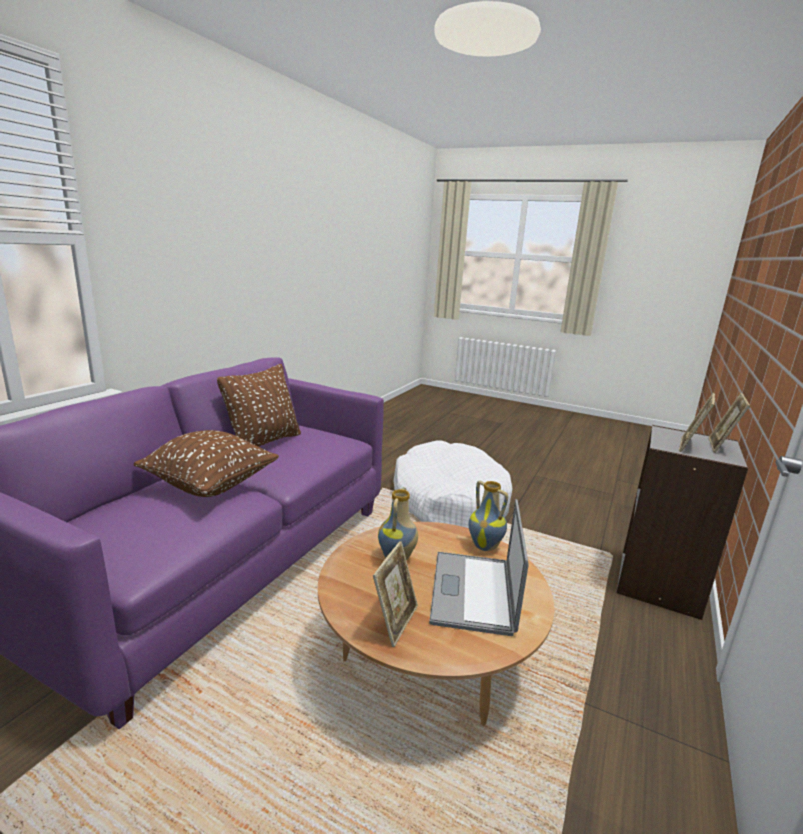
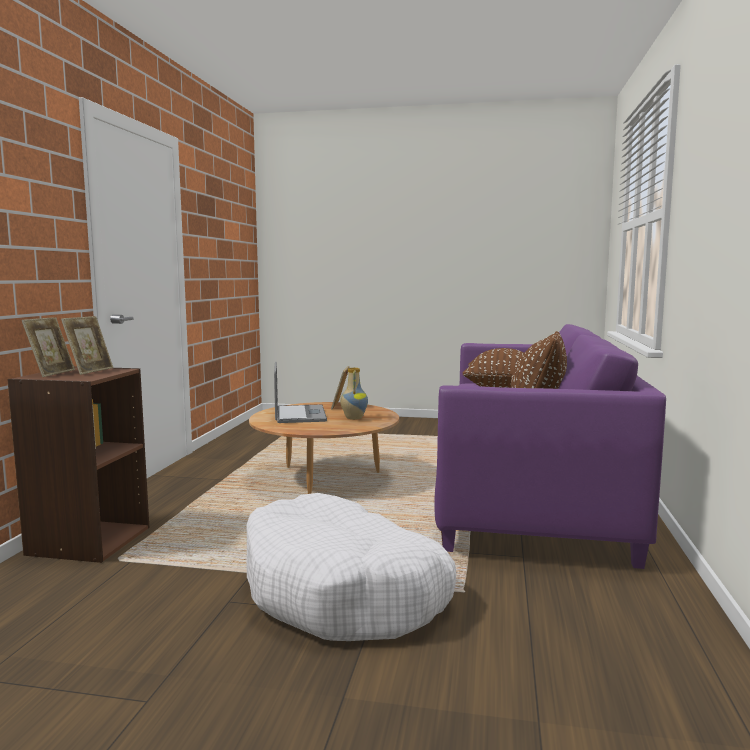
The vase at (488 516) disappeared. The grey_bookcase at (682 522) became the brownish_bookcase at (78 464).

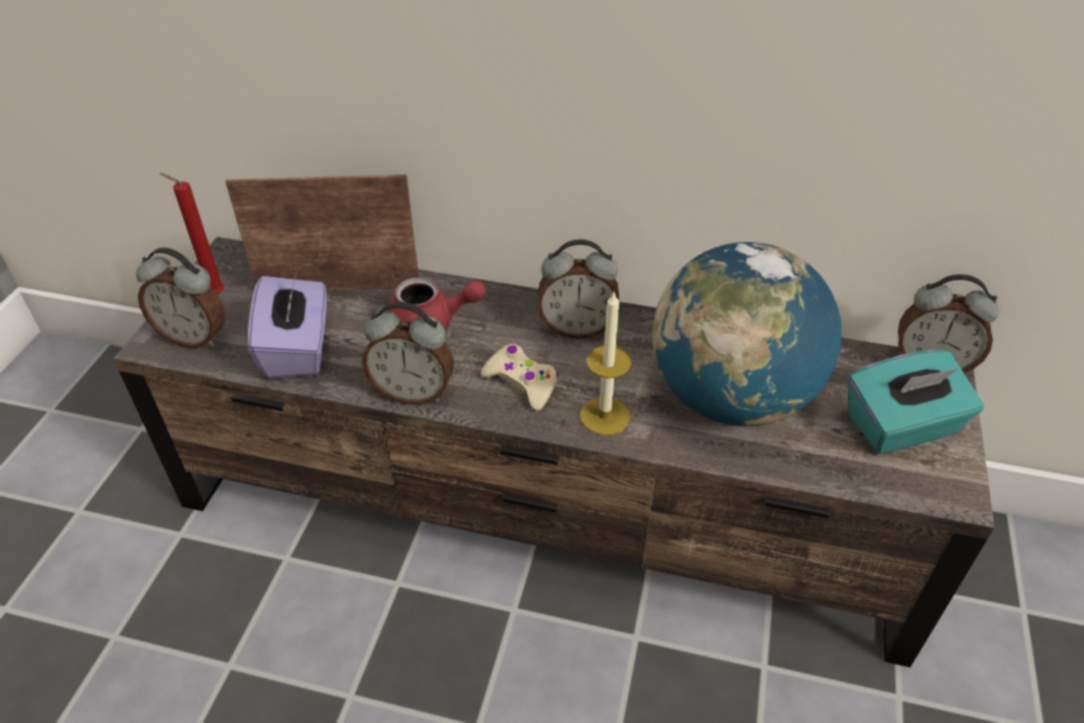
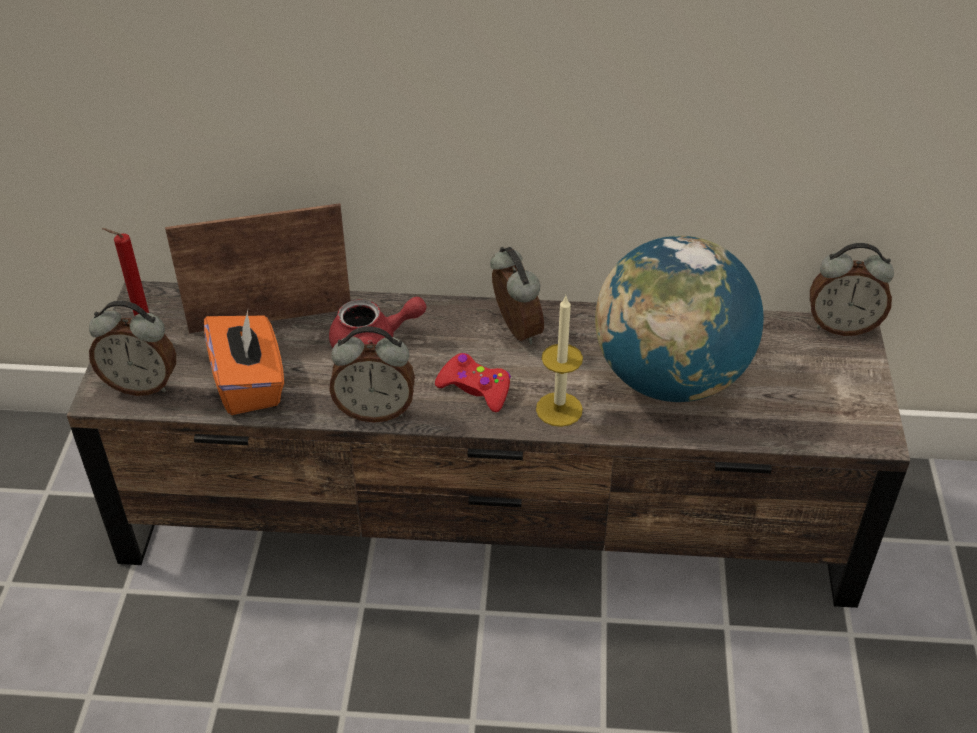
The turquoise_tissue_box at (916 402) disappeared. The purple_tissue_box at (287 326) became the orangey_tissue_box at (244 362). The sand-coloured_joypad at (520 377) became the red_joypad at (473 382). The table_clock at (578 289) turned 105 degrees counterclockwise.

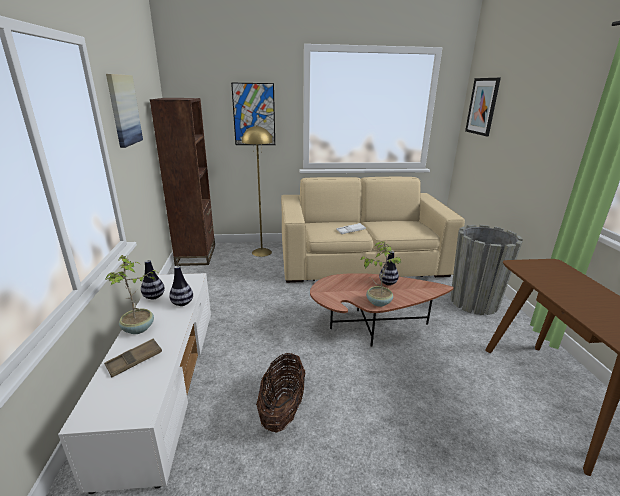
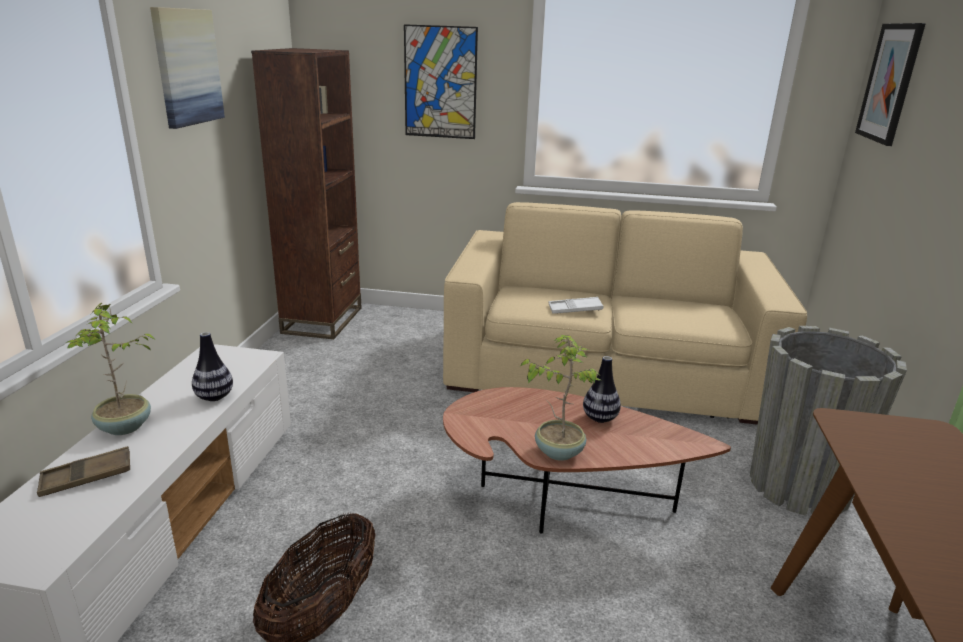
The vase at (153 280) disappeared. The yellow-coloured_standing_lamp at (257 191) disappeared.

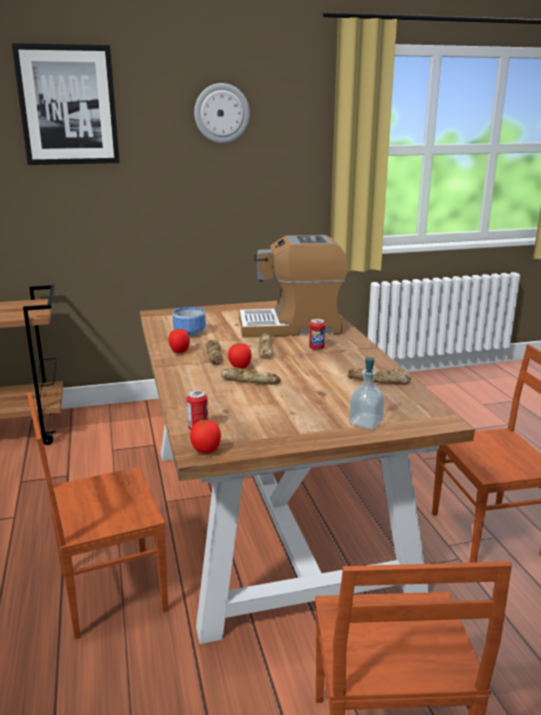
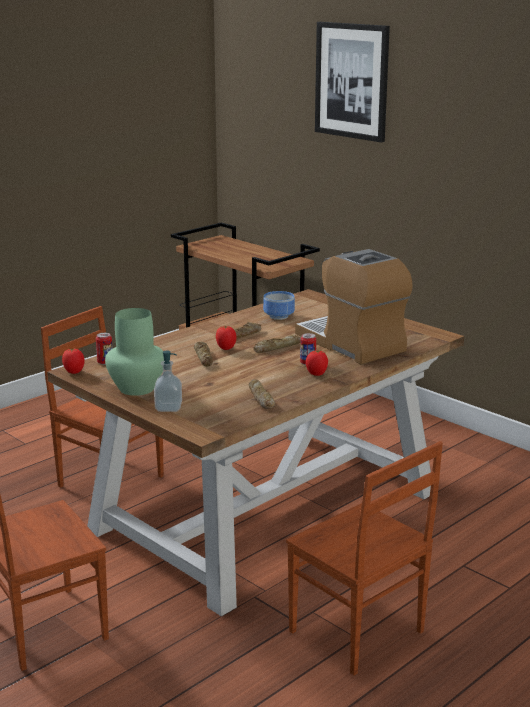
The hanging_clock at (222 113) disappeared. The green_vase at (134 352) appeared. The fresh_tomato moved from (179 341) to (317 363).

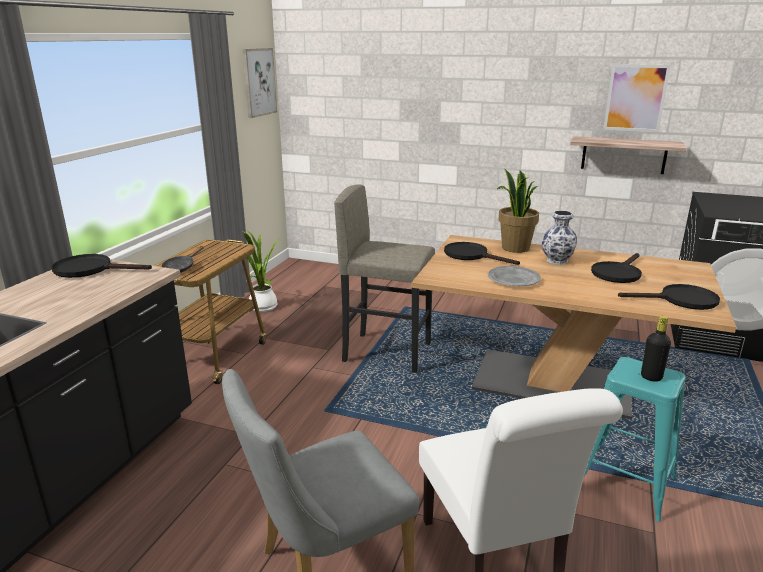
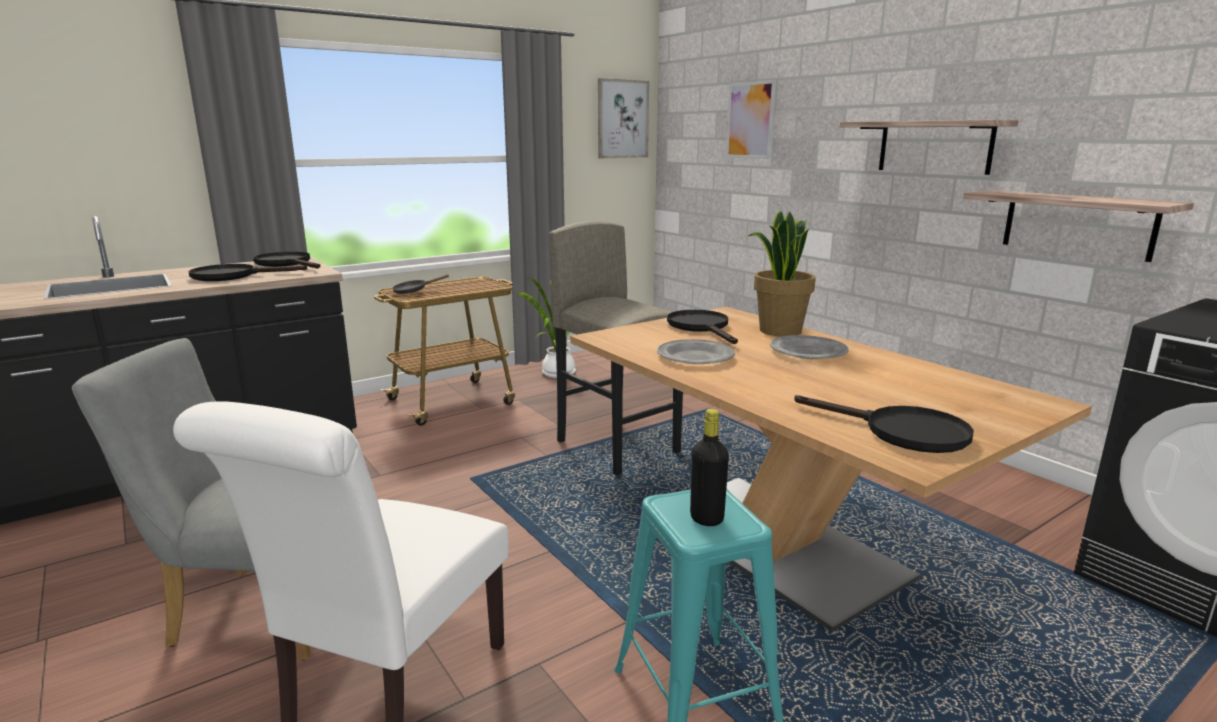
The bracket_shelf at (929 147) appeared. The blackish_pan moved from (616 268) to (248 272). The picture moved from (637 98) to (751 119). The vase at (559 237) was replaced by the grey_plate at (809 347).

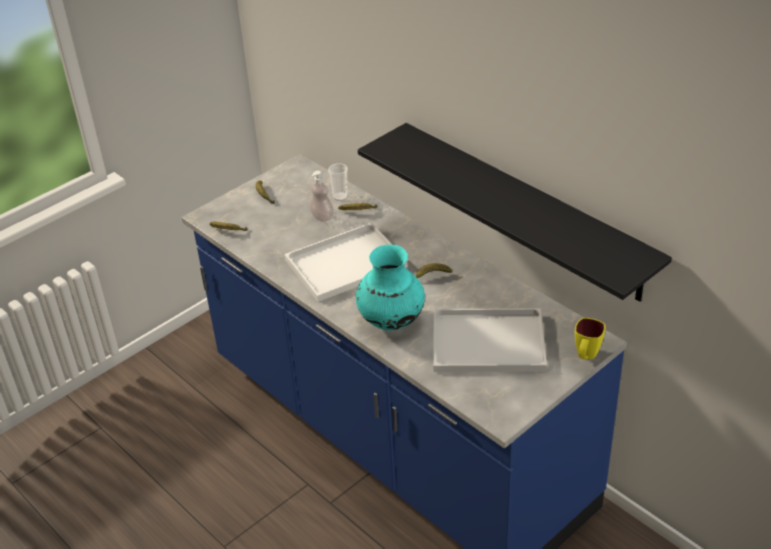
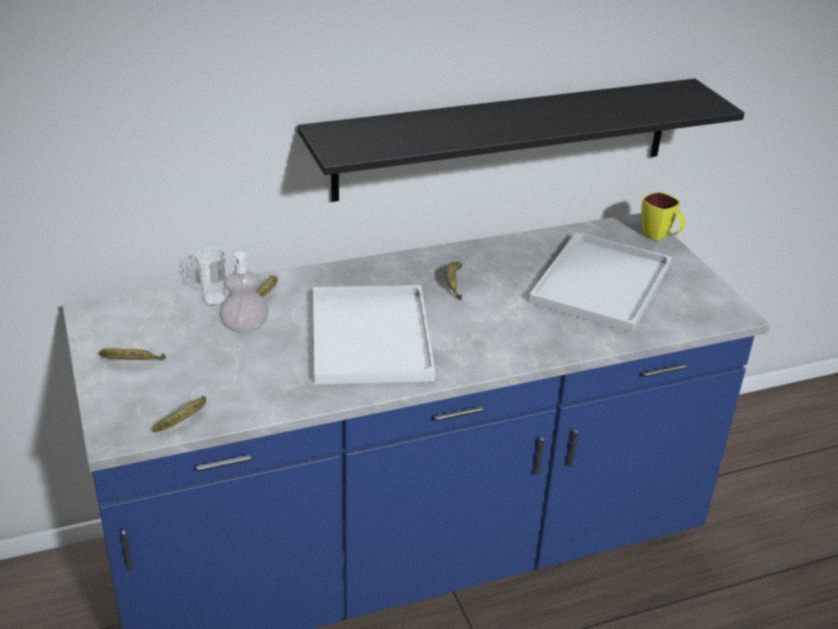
The turquoise_vase at (390 288) disappeared.

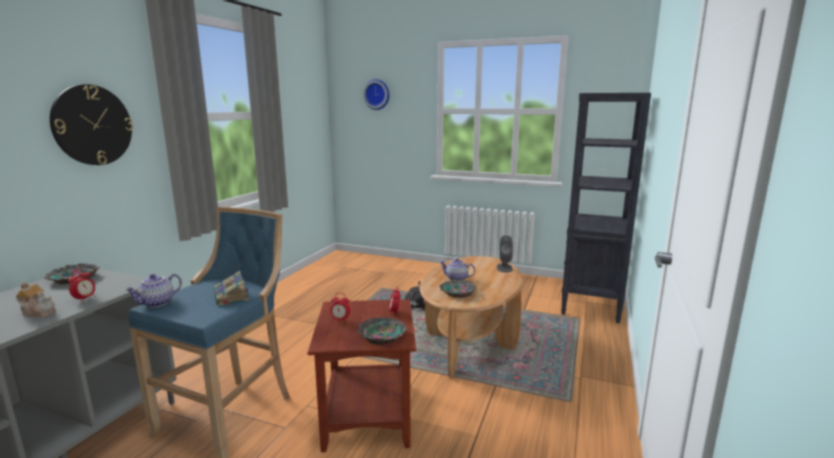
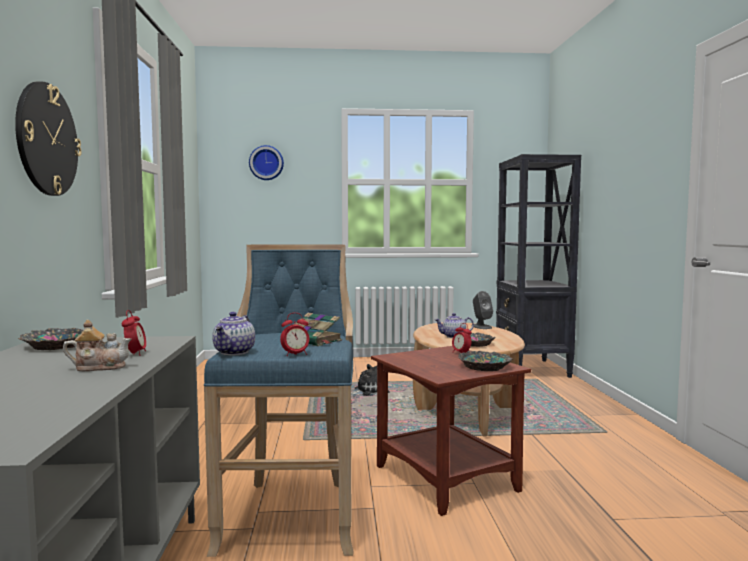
The table_clock moved from (340 308) to (294 334).

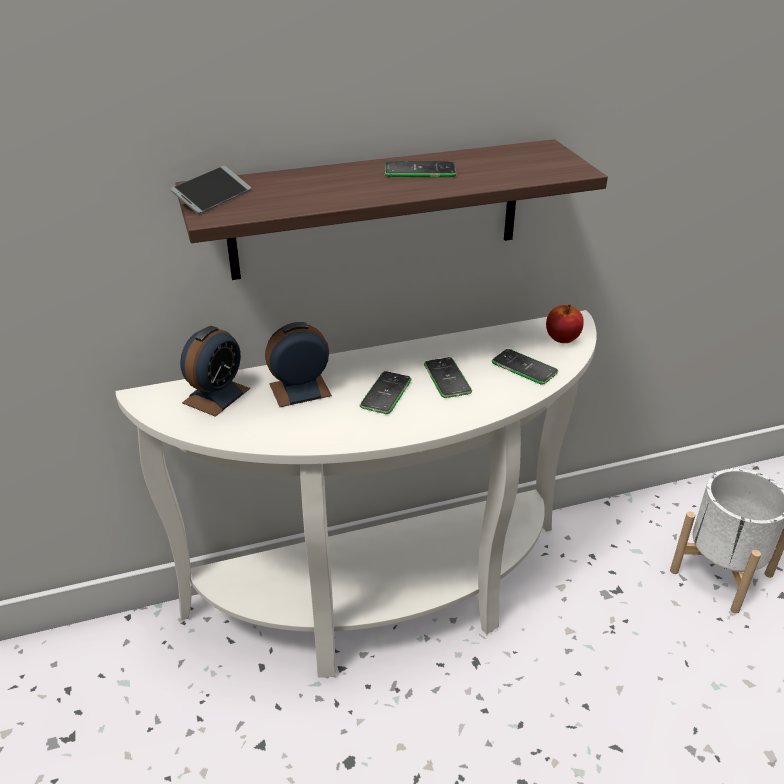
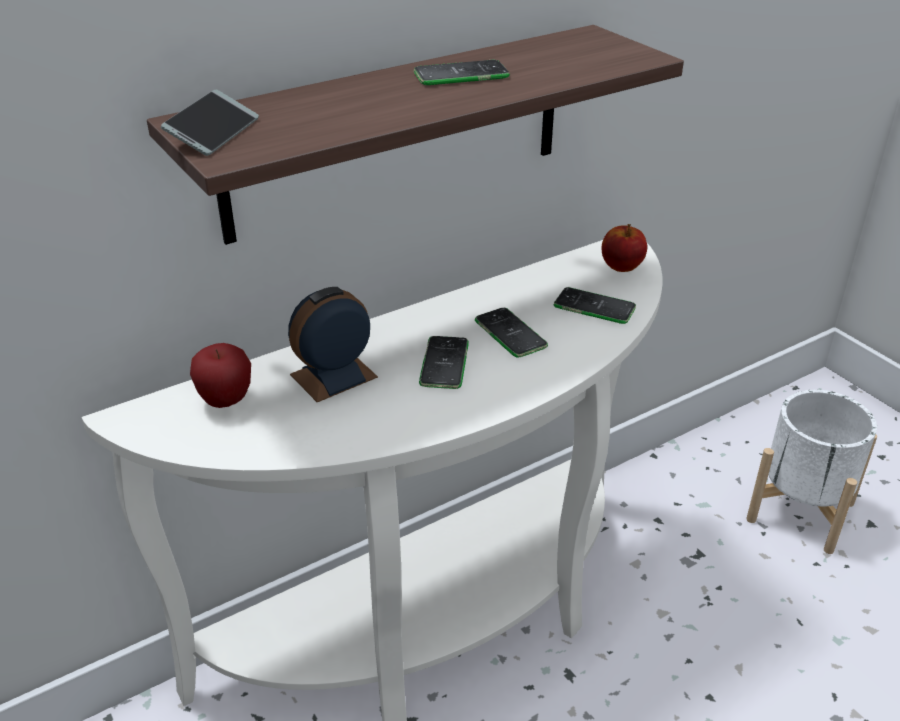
The table_clock at (215 371) was replaced by the apple_fruit at (220 375).

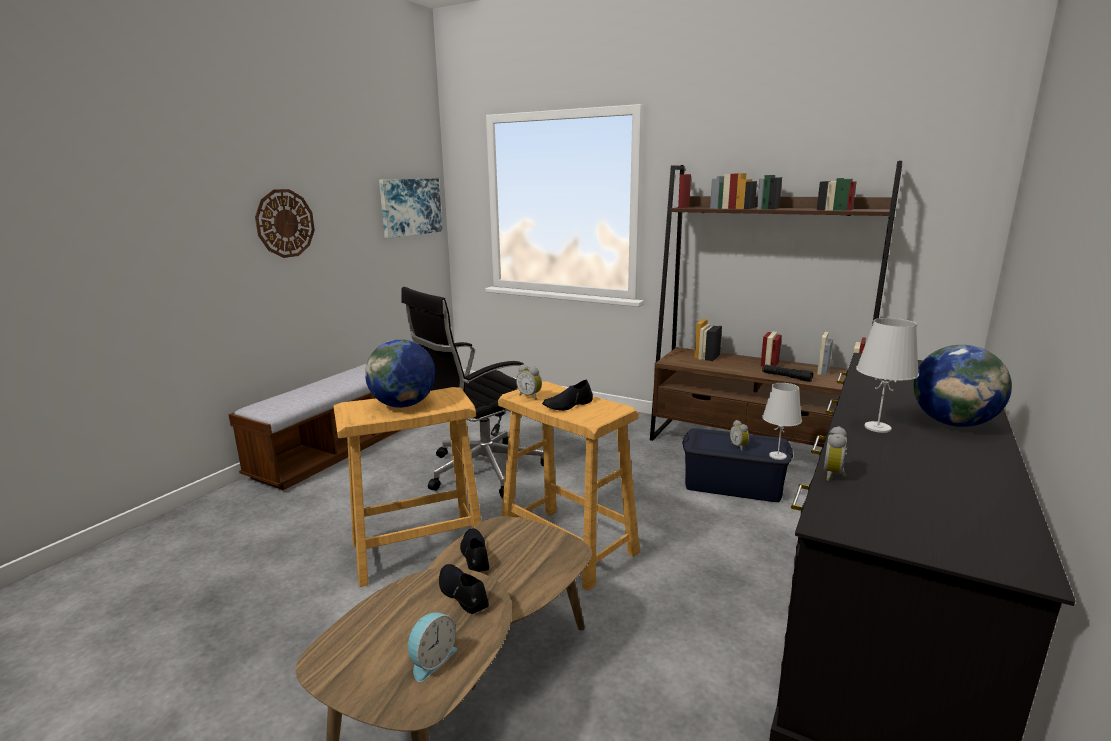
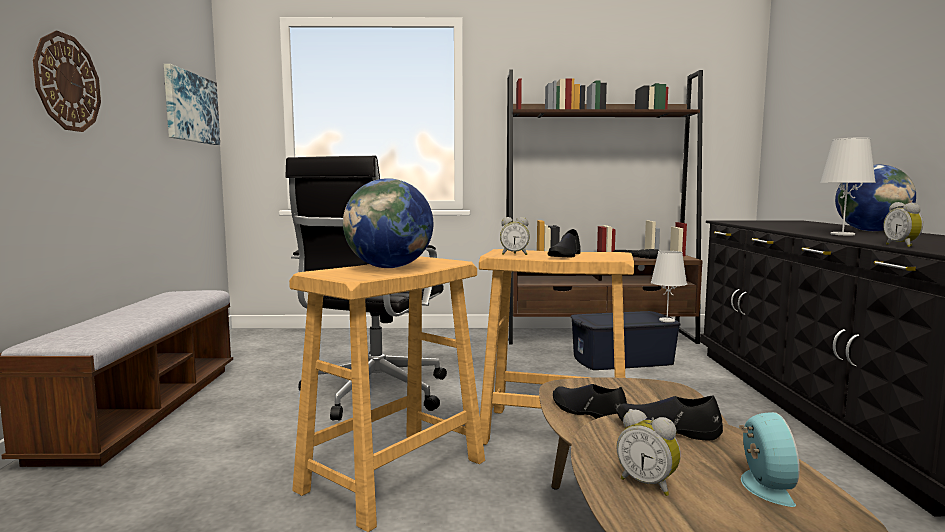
The table_clock moved from (739 435) to (648 452).

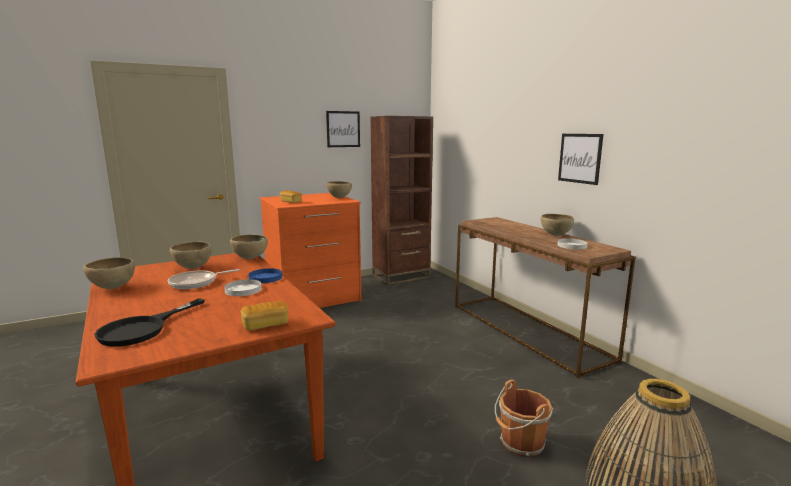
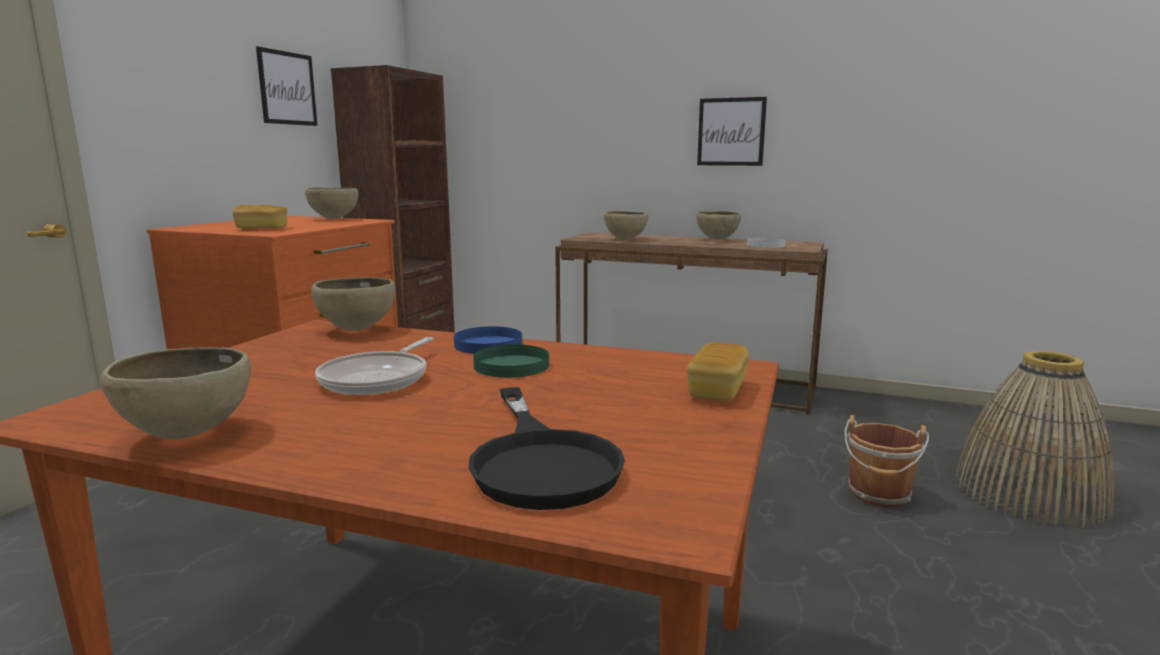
The brownish_deep_dish moved from (191 255) to (626 225). The whitish_plate at (243 287) became the green_plate at (511 361).

